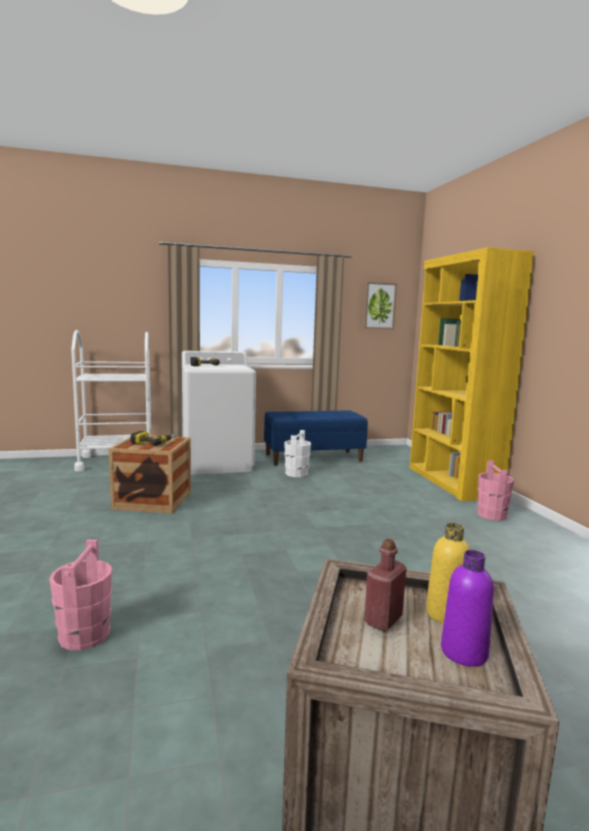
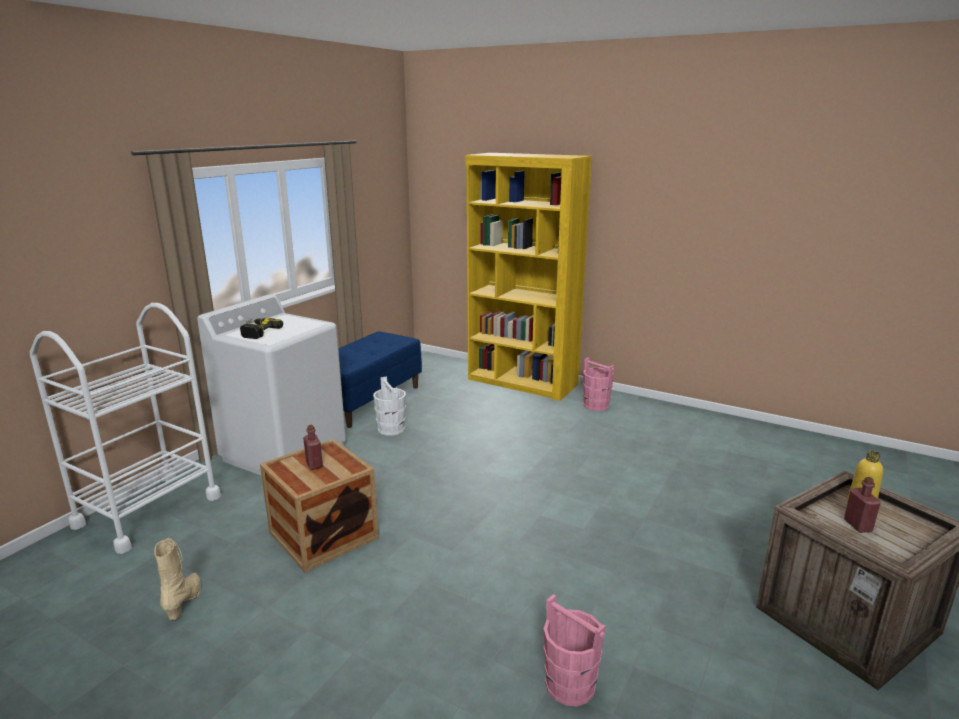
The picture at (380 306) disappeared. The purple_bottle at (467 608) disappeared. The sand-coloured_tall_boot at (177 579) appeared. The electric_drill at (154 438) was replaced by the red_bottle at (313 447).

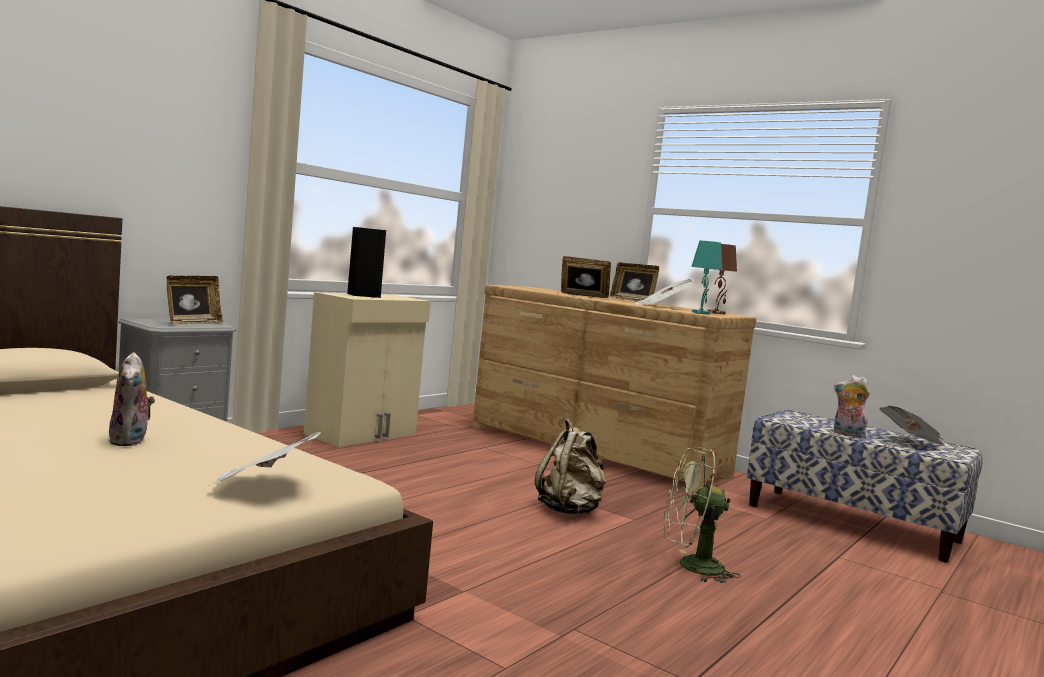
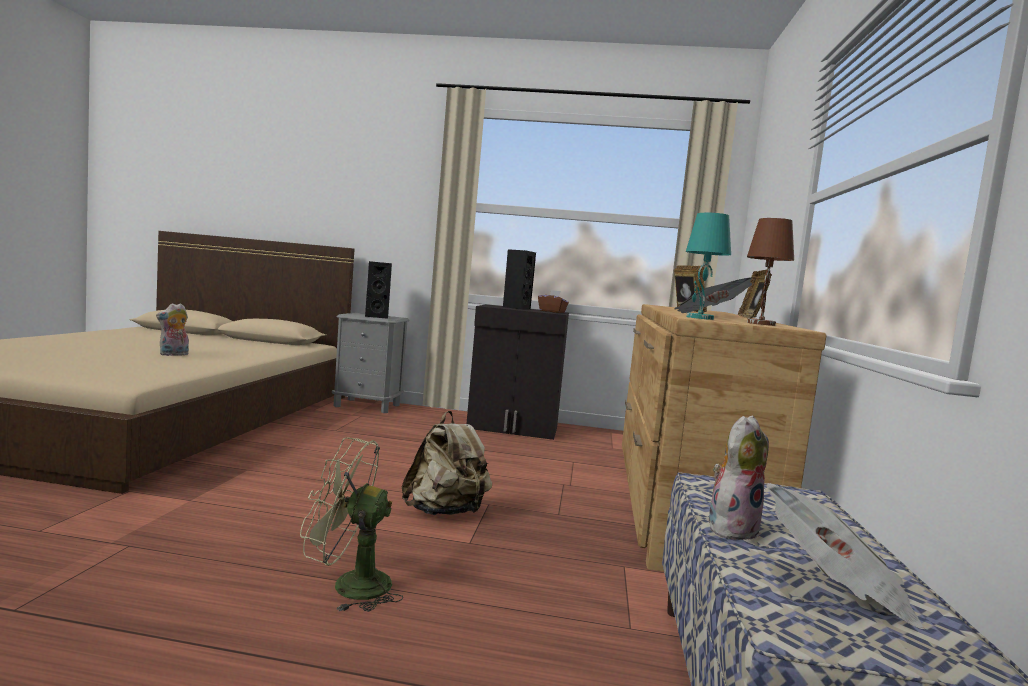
The printed_paper at (267 458) disappeared. The brownish_tissue_box at (553 301) appeared. The picture_frame at (194 300) was replaced by the blackish_audio_speaker at (378 290). The sand-coloured_storage_cabinet at (367 369) became the blackish_storage_cabinet at (518 372). The green_fan at (702 515) turned 60 degrees counterclockwise. The soft_toy at (852 406) turned 45 degrees clockwise.

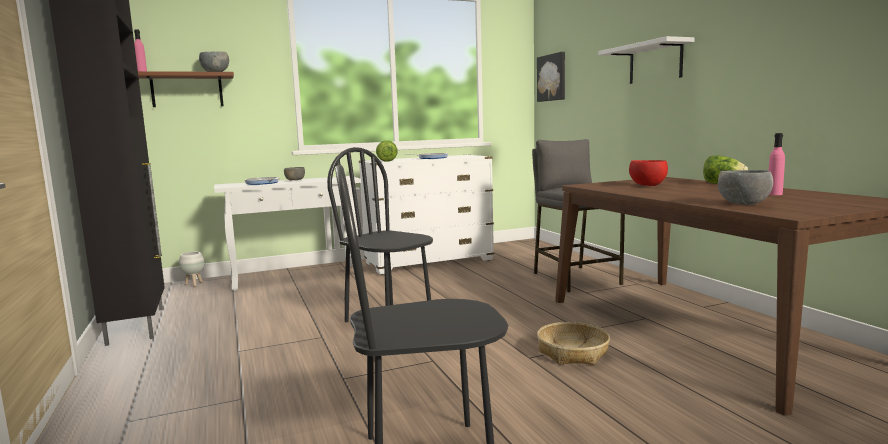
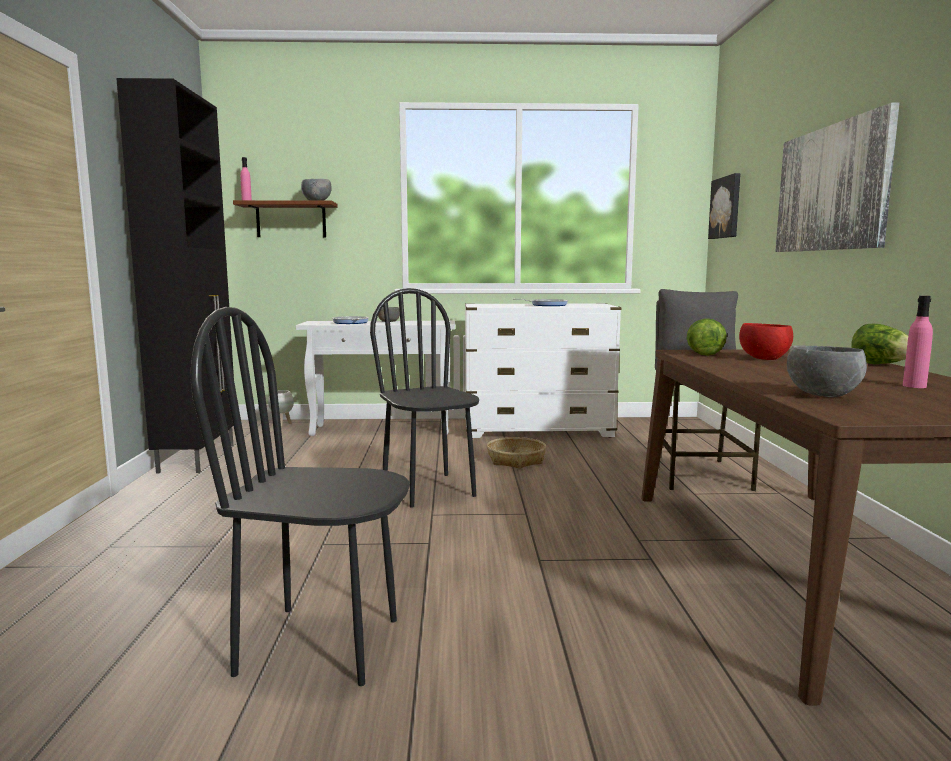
The lettuce_head moved from (387 151) to (706 337). The storage_basket moved from (573 343) to (516 453). The whitish_bracket_shelf at (646 60) was replaced by the picture at (837 177).

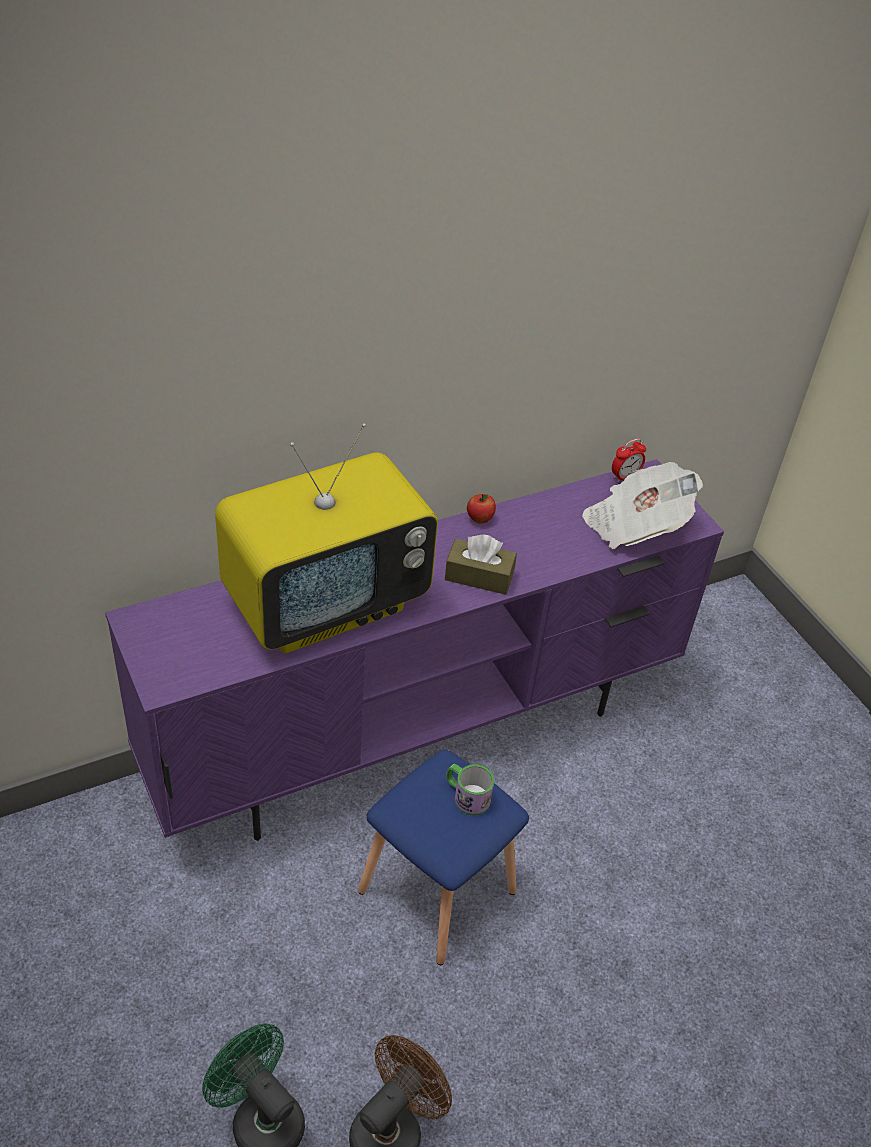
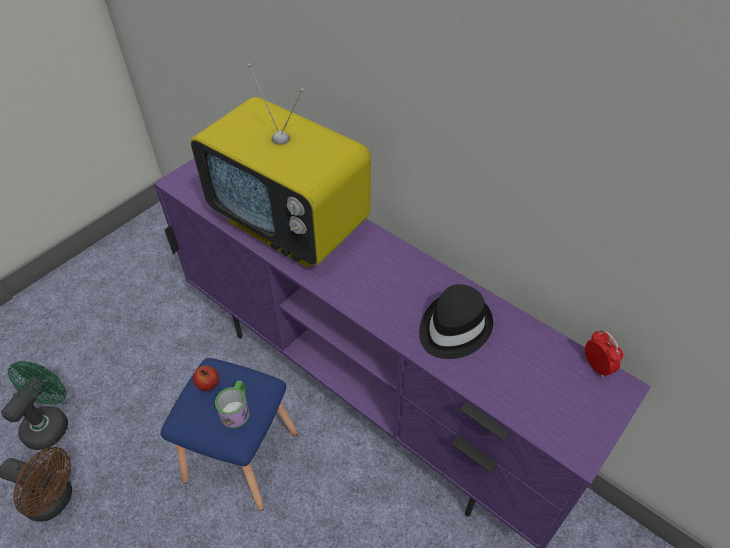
The brownish_tissue_box at (481 564) disappeared. The printed_paper at (642 505) disappeared. The blackish_wearable_hat at (456 321) appeared. The apple_fruit moved from (481 509) to (206 378). The table_clock at (629 460) turned 150 degrees counterclockwise.

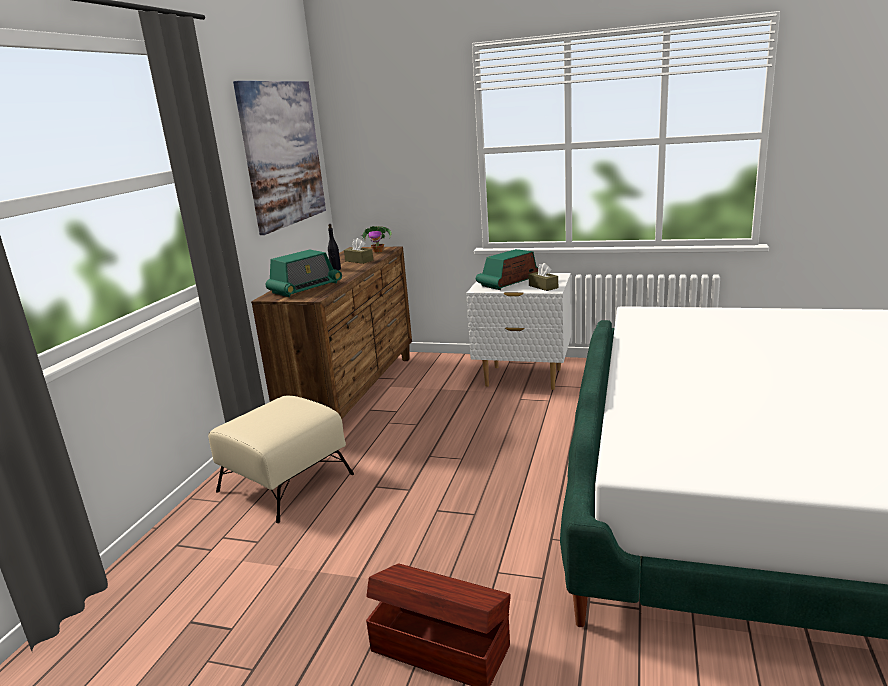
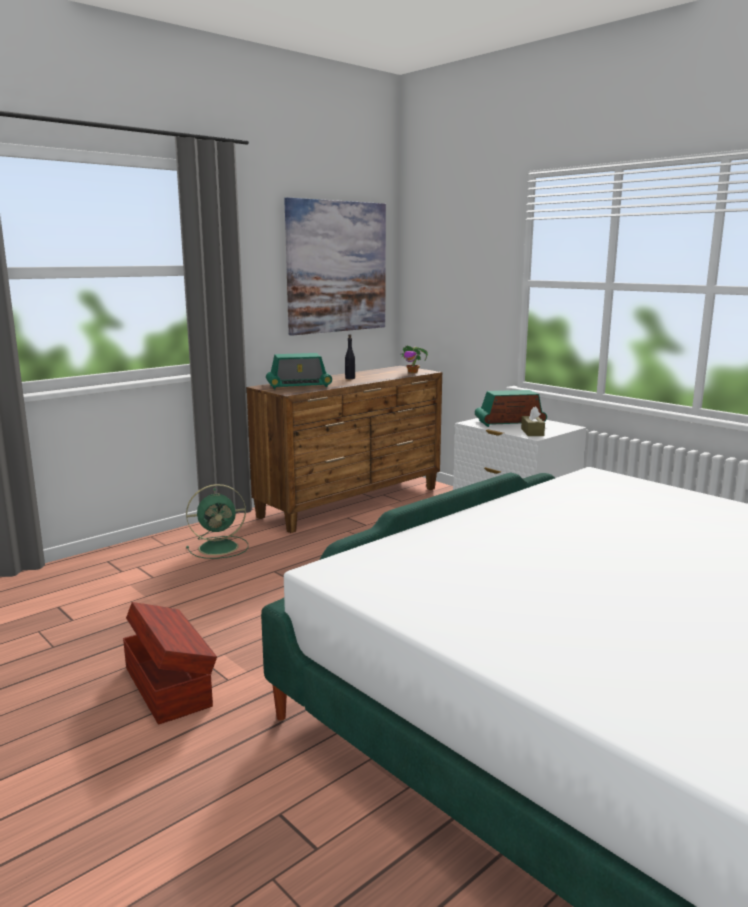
The brownish_tissue_box at (358 251) disappeared. The sand-coloured_footrest at (281 459) was replaced by the green_fan at (217 521).

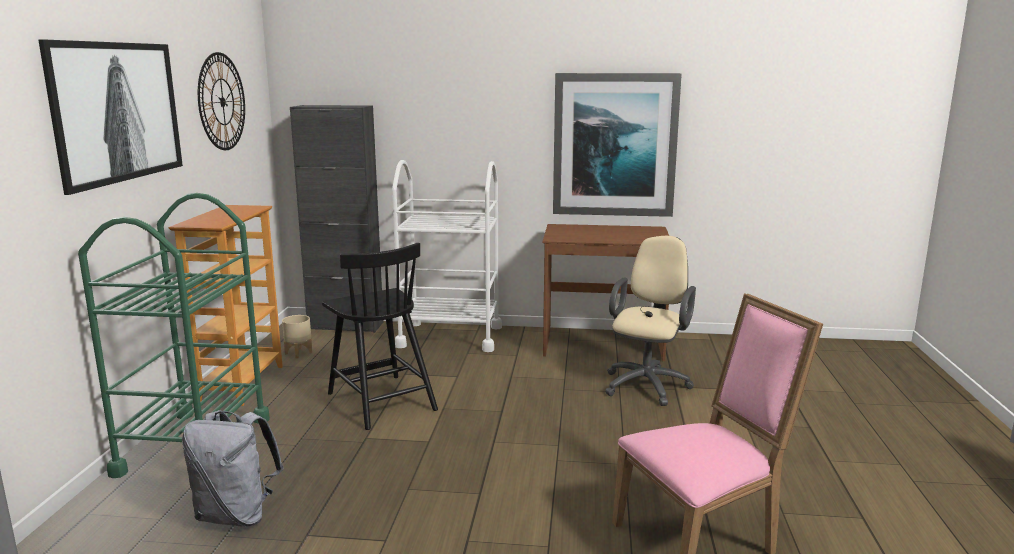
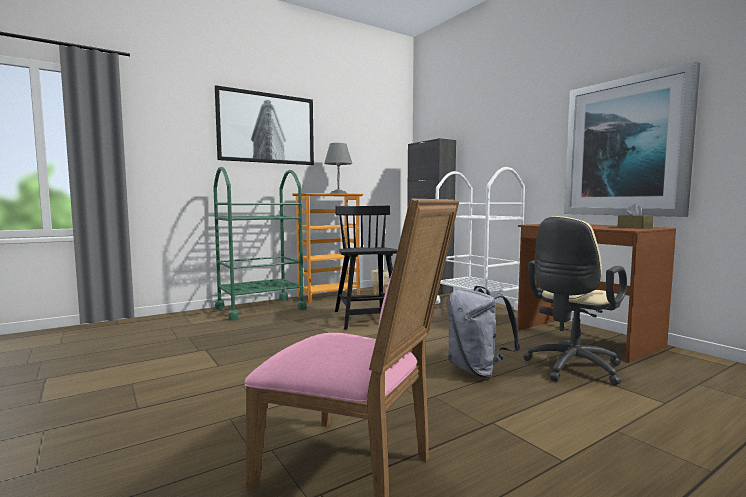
The hanging_clock at (221 101) disappeared. The grey_lamp_for_a_table at (338 168) appeared. The brownish_tissue_box at (635 216) appeared. The grey_knapsack moved from (233 468) to (484 332). The blackish_plain_chair at (380 336) turned 150 degrees clockwise. The sand-coloured_computer_chair at (650 321) turned 150 degrees clockwise.

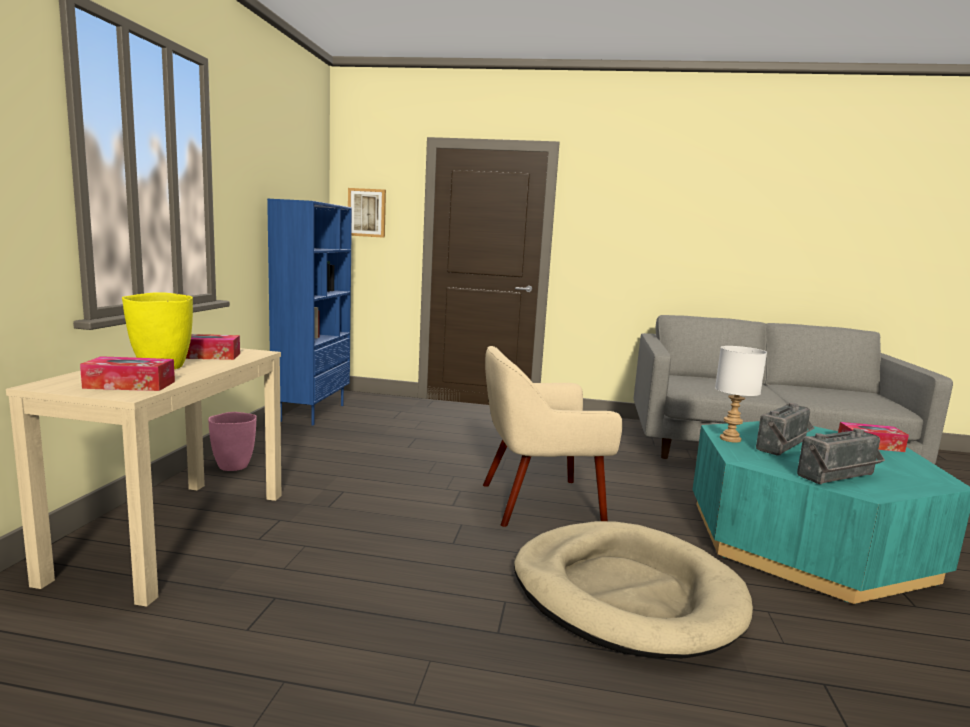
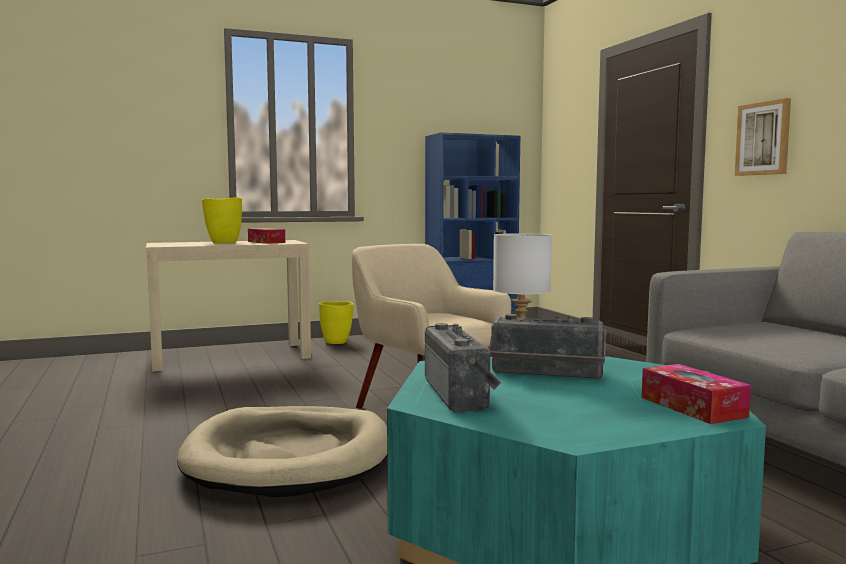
The tissue_box at (127 373) disappeared. The picture moved from (367 213) to (763 137). The pink_vase at (232 441) became the yellow-coloured_vase at (336 322). The radio_receiver at (841 456) turned 135 degrees counterclockwise.

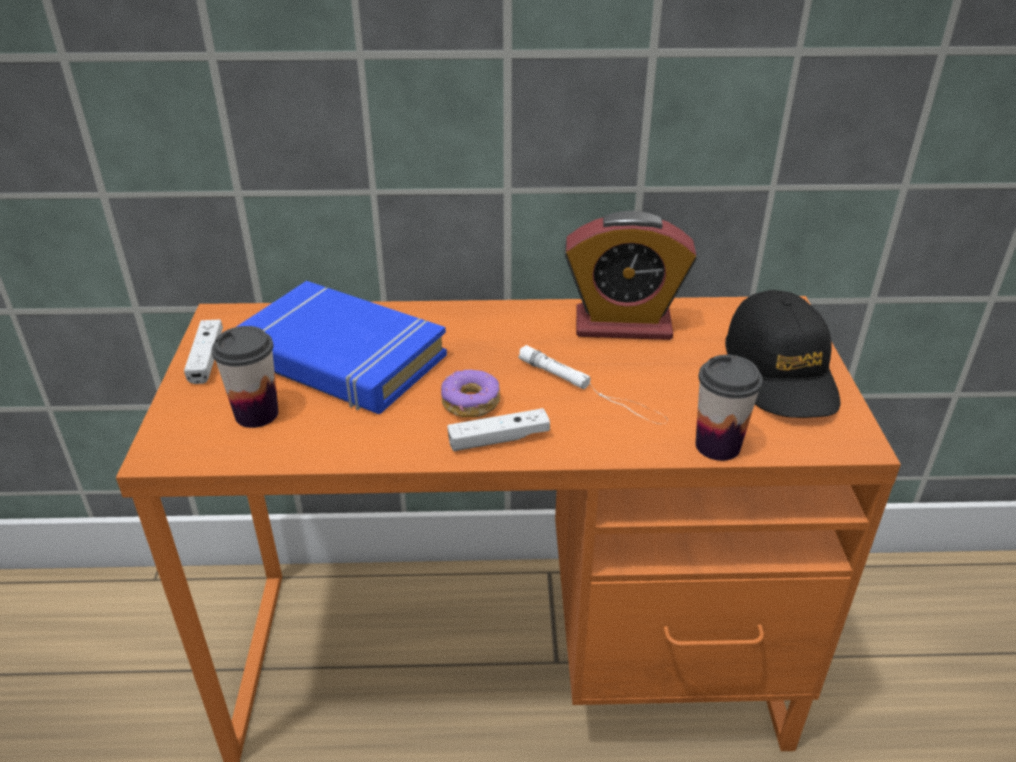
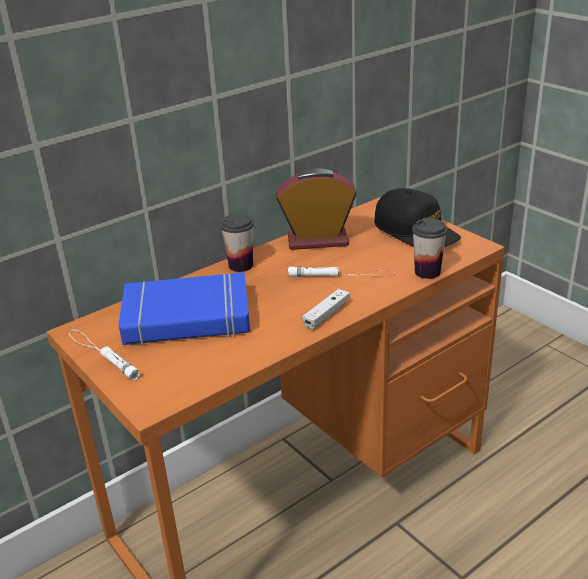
The doughnut at (470 393) disappeared. The small_cup moved from (244 377) to (237 243). The whitish_joypad at (203 351) was replaced by the whitish_flashlight at (105 355). The table_clock at (630 275) turned 150 degrees counterclockwise.

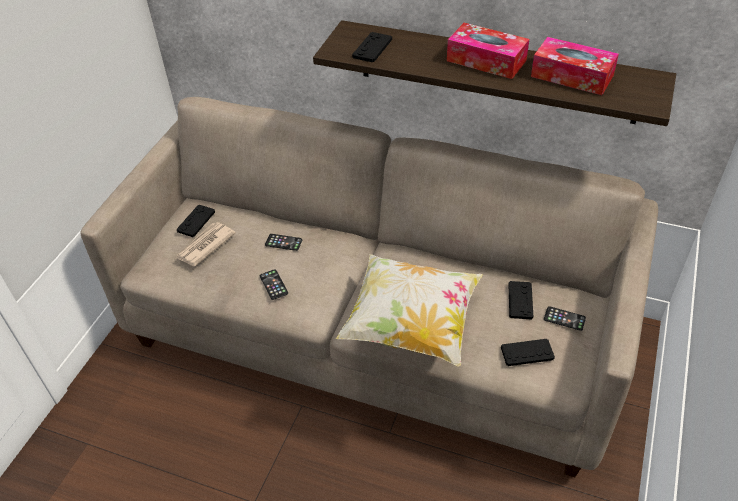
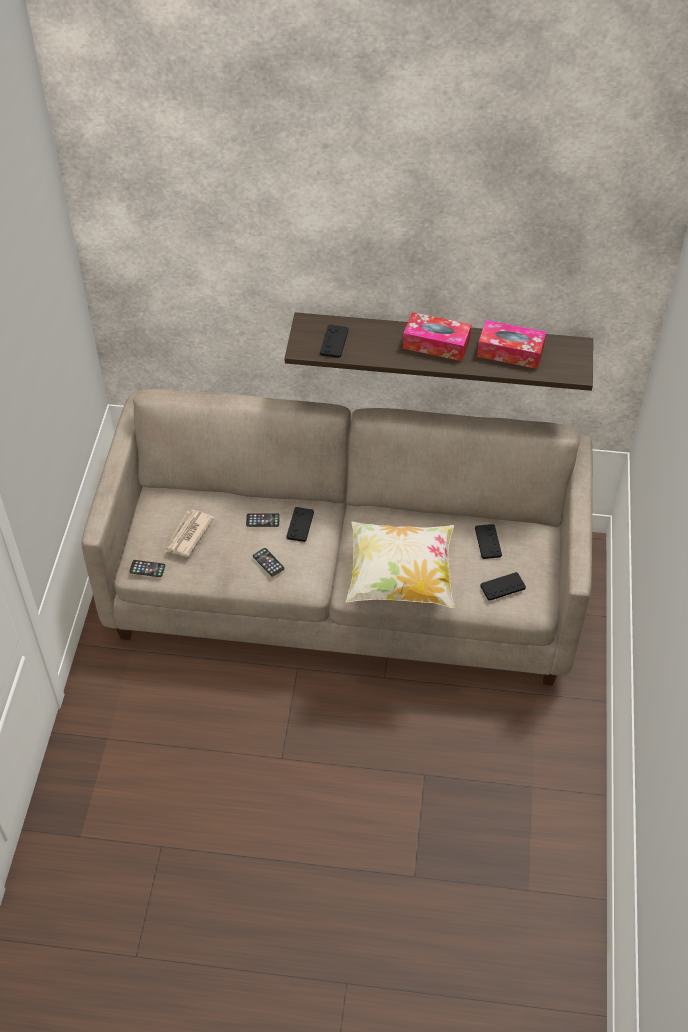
The blackish_joypad moved from (196 221) to (300 524). The handset moved from (565 318) to (147 568).

